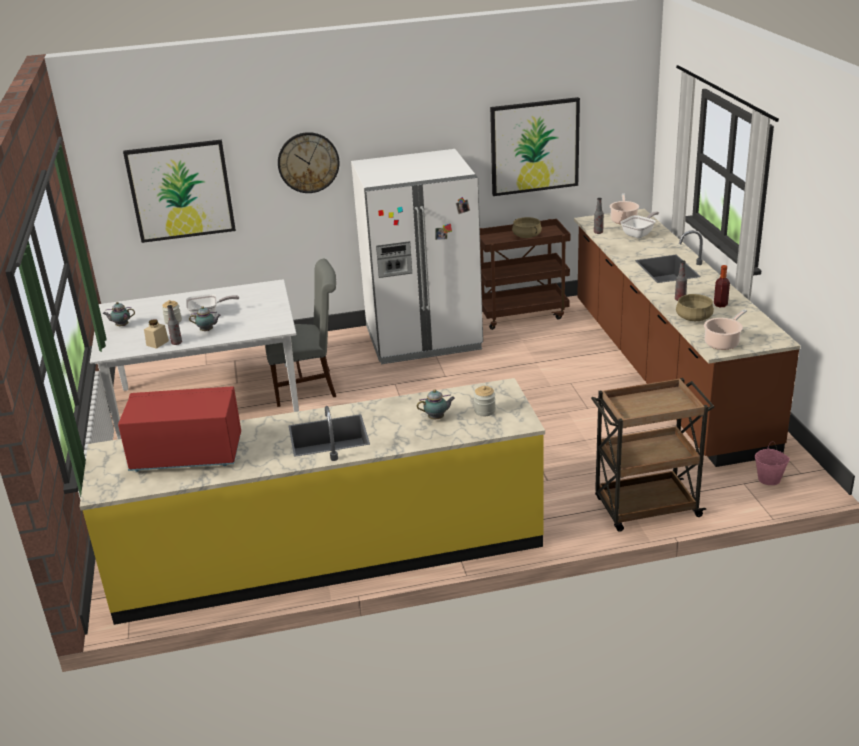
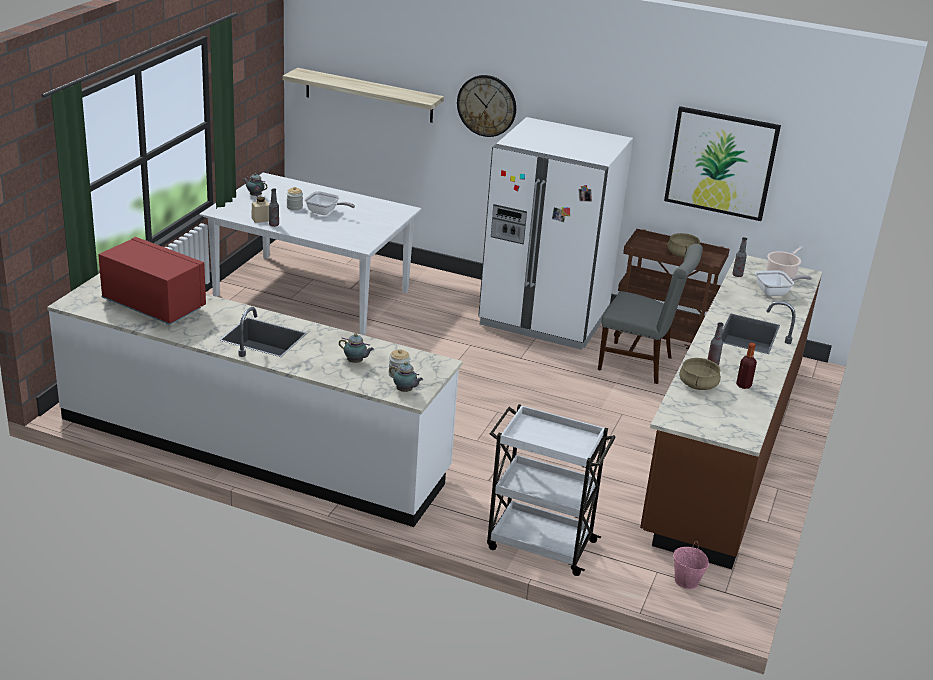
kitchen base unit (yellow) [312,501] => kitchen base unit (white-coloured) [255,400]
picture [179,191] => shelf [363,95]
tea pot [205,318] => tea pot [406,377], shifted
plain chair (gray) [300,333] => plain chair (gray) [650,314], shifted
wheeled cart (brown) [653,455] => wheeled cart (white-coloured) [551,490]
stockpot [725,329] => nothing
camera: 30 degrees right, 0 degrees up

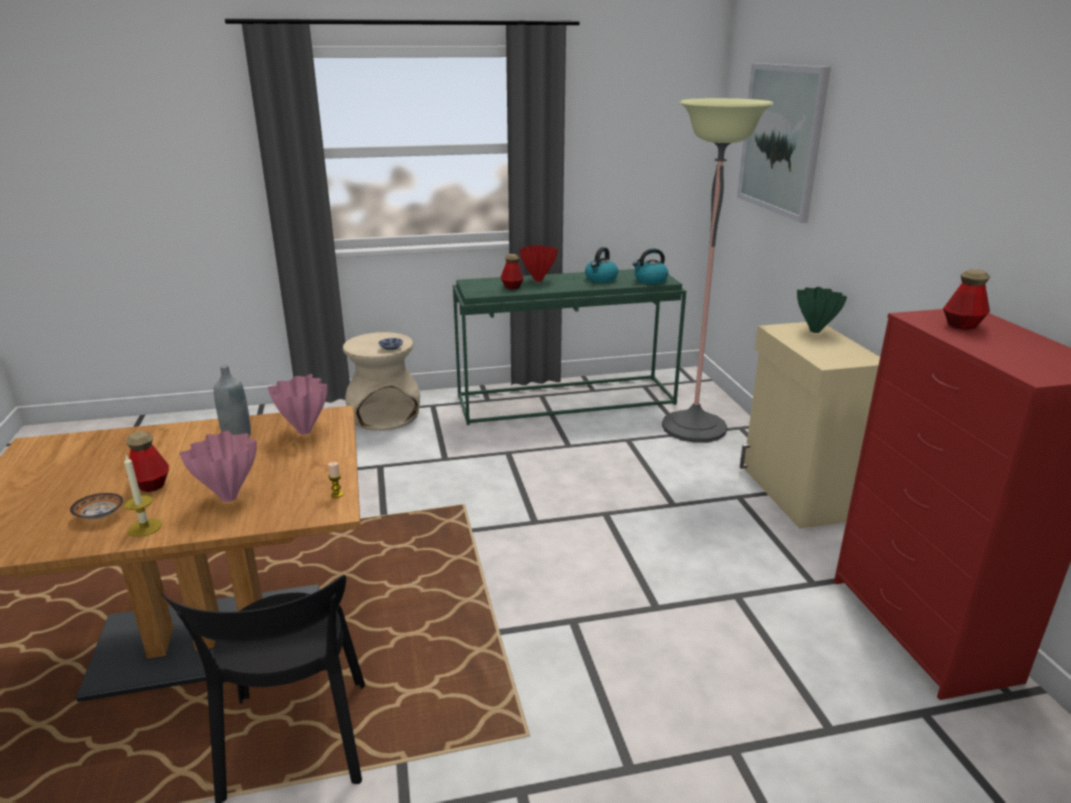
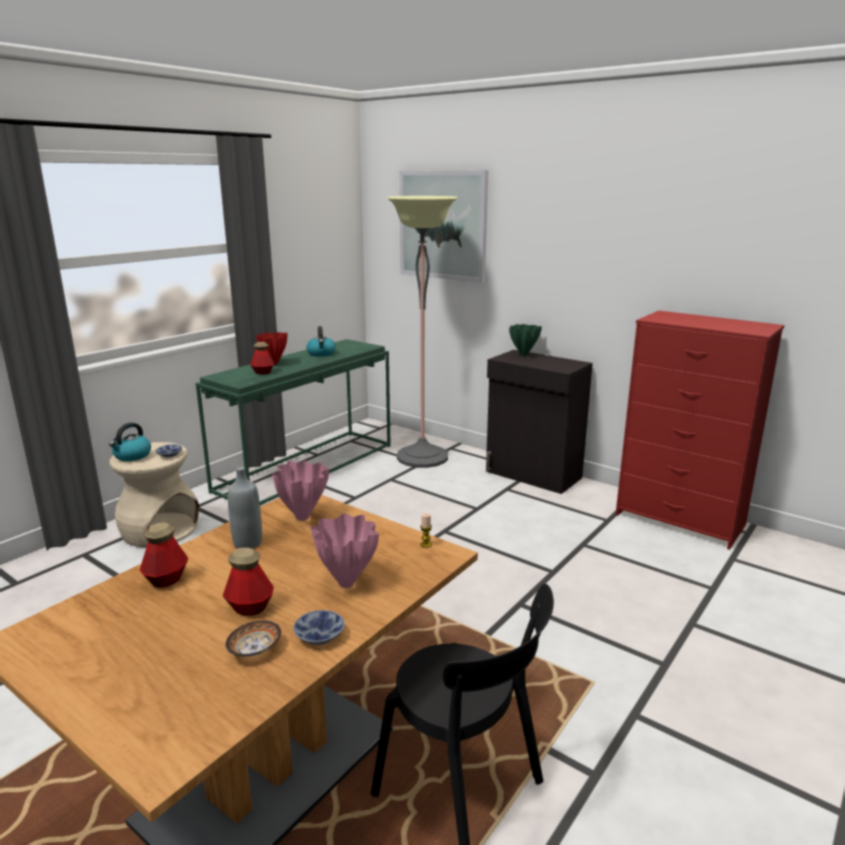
wax candle [142,496] => serving bowl [319,627]
tea kettle [650,266] => tea kettle [130,442], shifted
cupboard (beige-coloured) [810,425] => cupboard (blackish) [539,422]
bottle [966,299] => bottle [163,555], shifted
camera: 40 degrees left, 5 degrees down

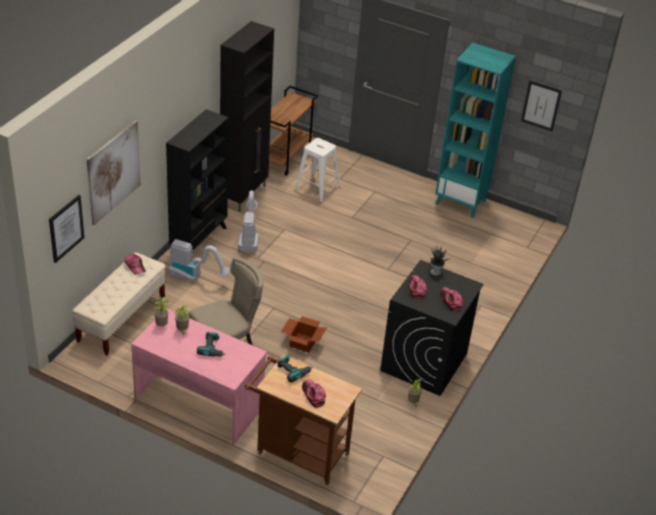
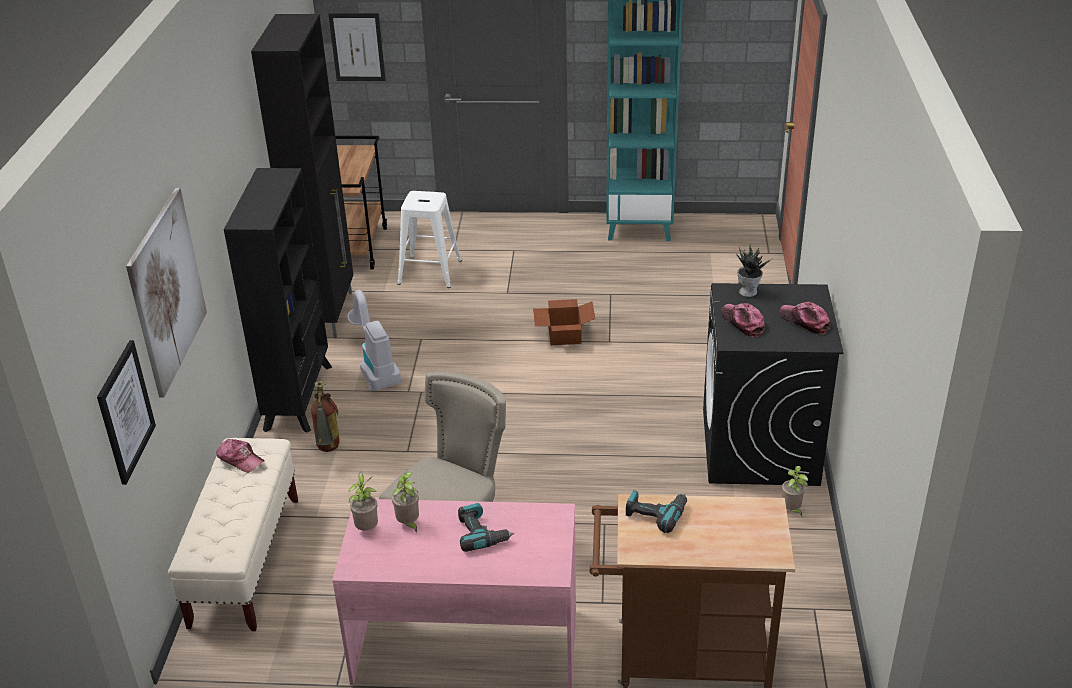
hoover [199,260] => fire extinguisher [325,416]
carton [304,334] => carton [564,322], shifted
baseball cap [314,393] => nothing
picture [541,105] => picture [357,47], shifted
camera: 20 degrees left, 5 degrees down

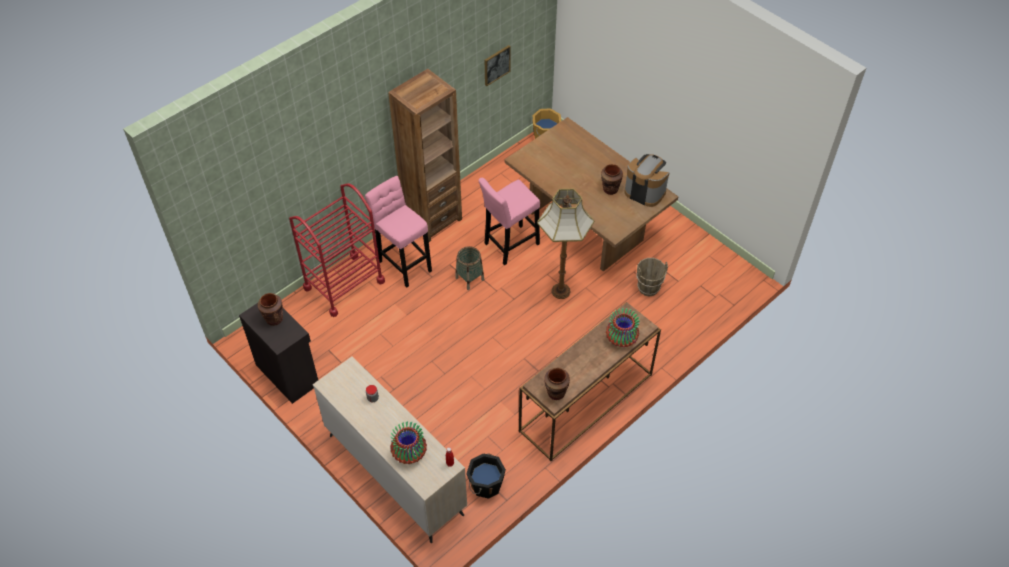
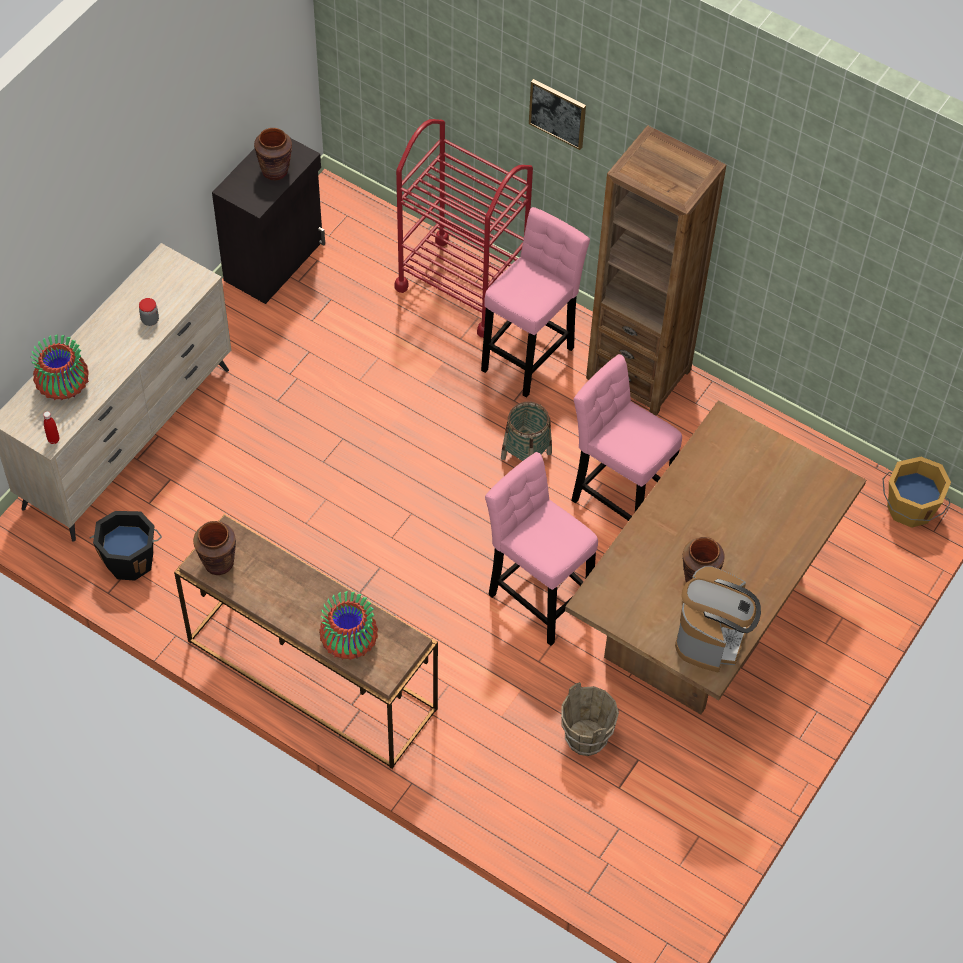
picture [498,65] => picture [557,114], shifted
floor lamp [565,244] => stool seat (pinkish) [541,549]
camera: 75 degrees right, 5 degrees up

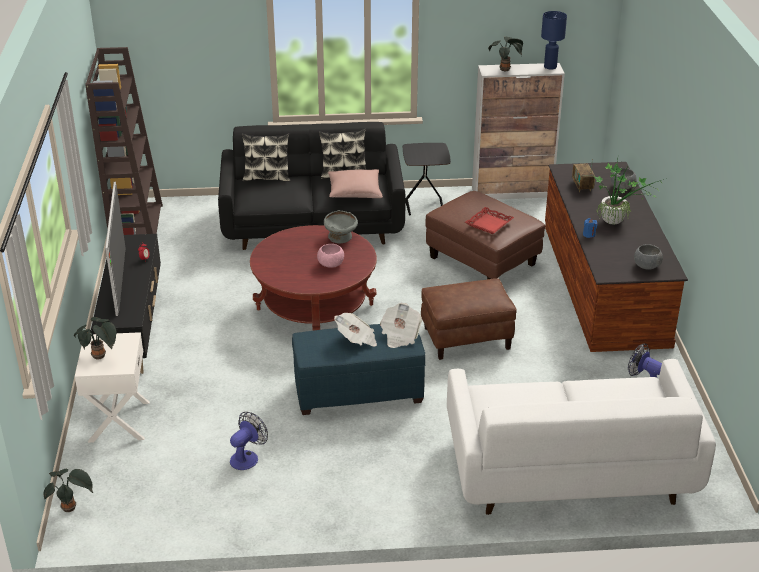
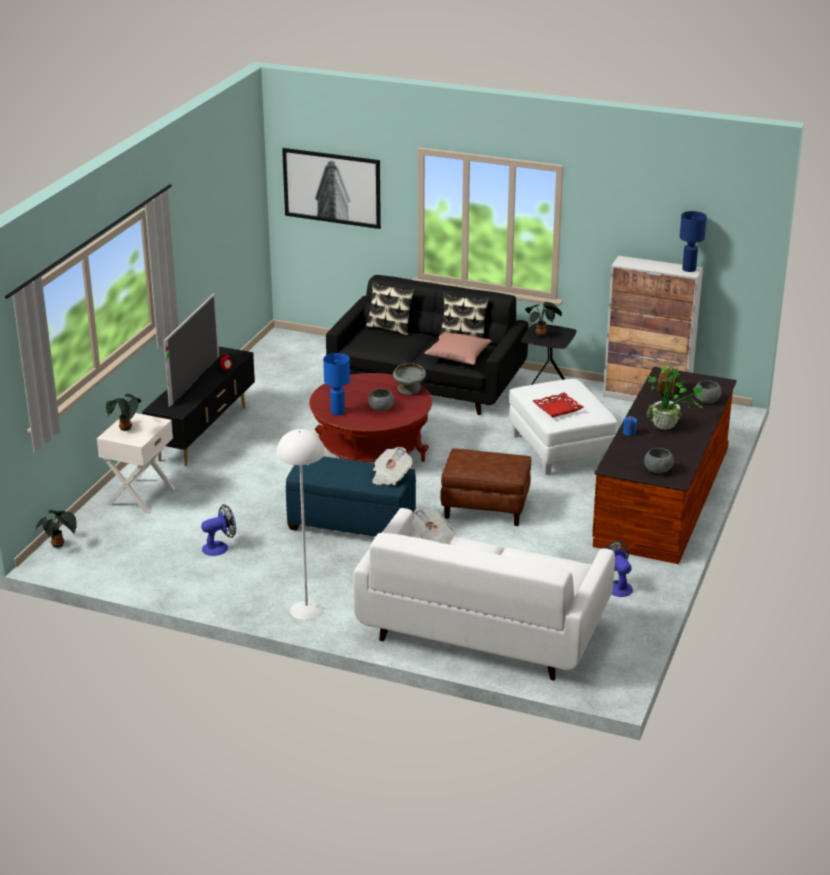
shelving unit (brown) [124,141] => nothing
serving bowl (pinkish) [330,256] => serving bowl (gray) [381,400]
newspaper [355,329] => newspaper [433,526], shifted
ottoman (brown) [485,235] => ottoman (white-coloured) [563,427]
houseplant [505,54] => houseplant [543,319], shifted
nothing => floor lamp (white-coloured) [300,524]
nothing => picture [331,188]
nothing => tabletop lamp (bluish) [336,384]
camera: 25 degrees right, 5 degrees down

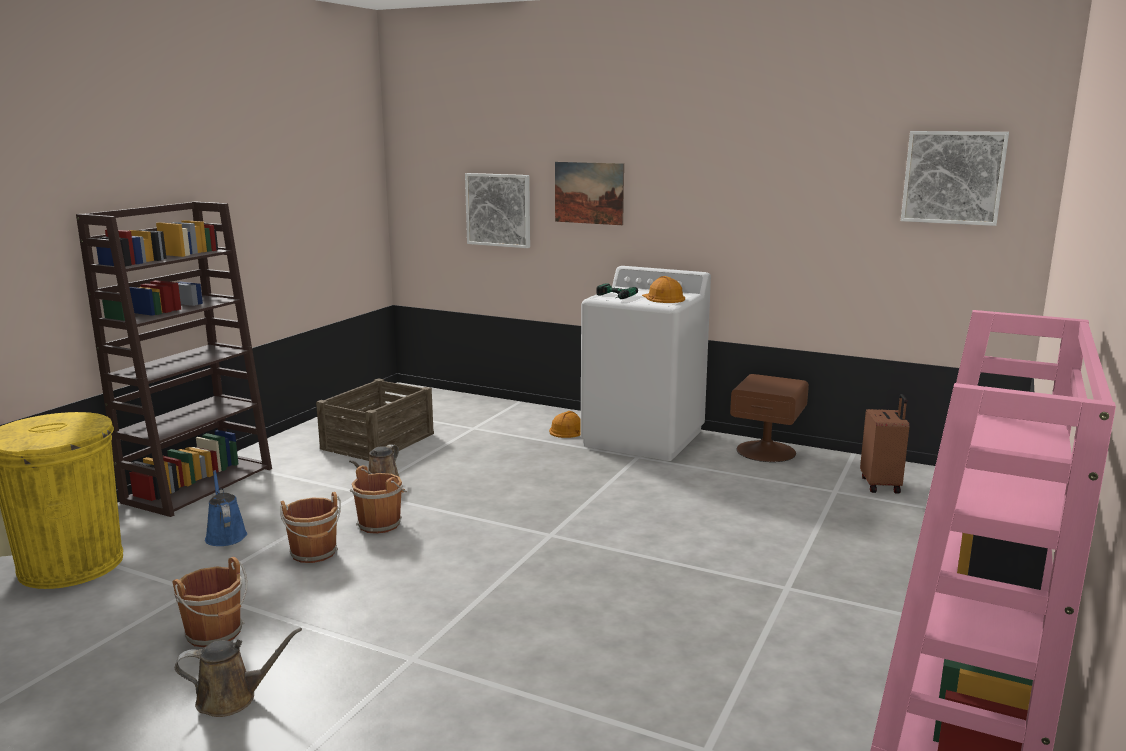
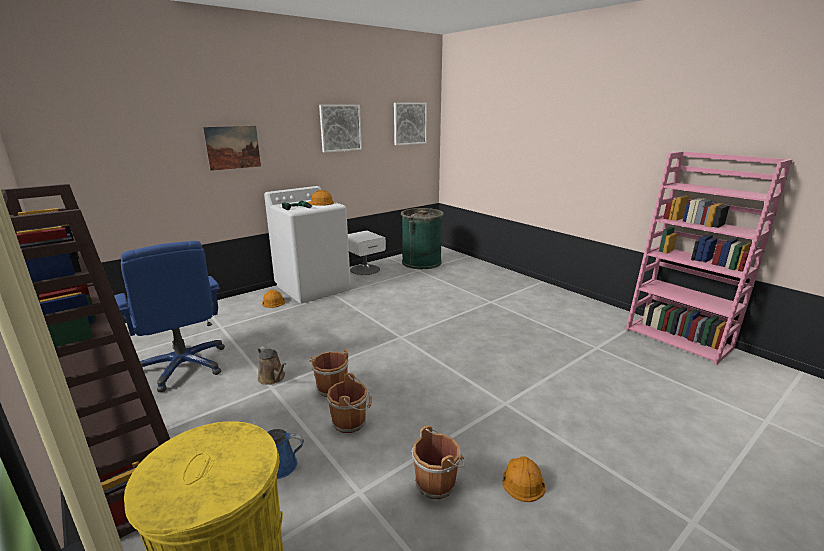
watering can (brown) [238,672] => safety helmet (orange) [523,479]
crate [375,419] => desk chair (bluish) [169,316]
picture [497,210] => picture [340,129], shifted
nightstand (brown) [769,418] => nightstand (white-coloured) [367,253]
piece of luggage (brown) [884,444] => rubbish bin (green-coloured) [422,238]
camera: 65 degrees left, 5 degrees up

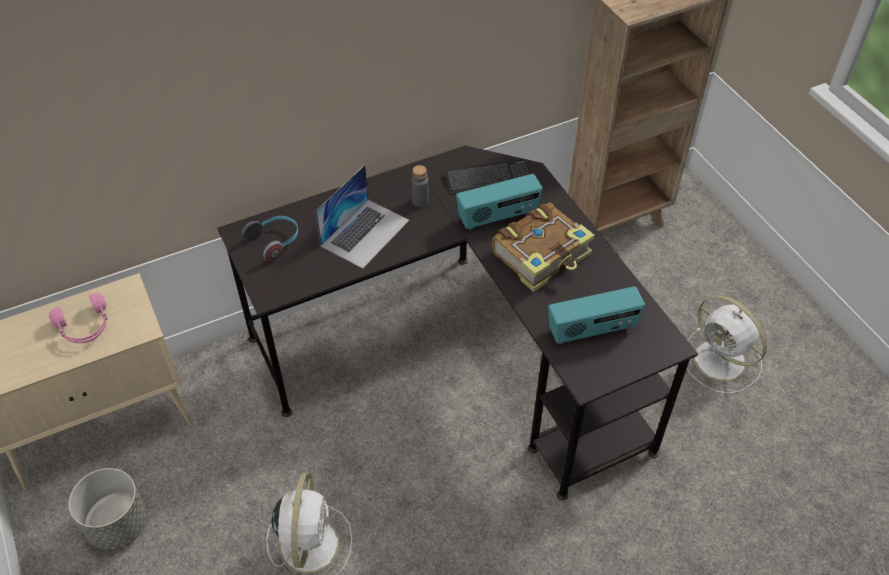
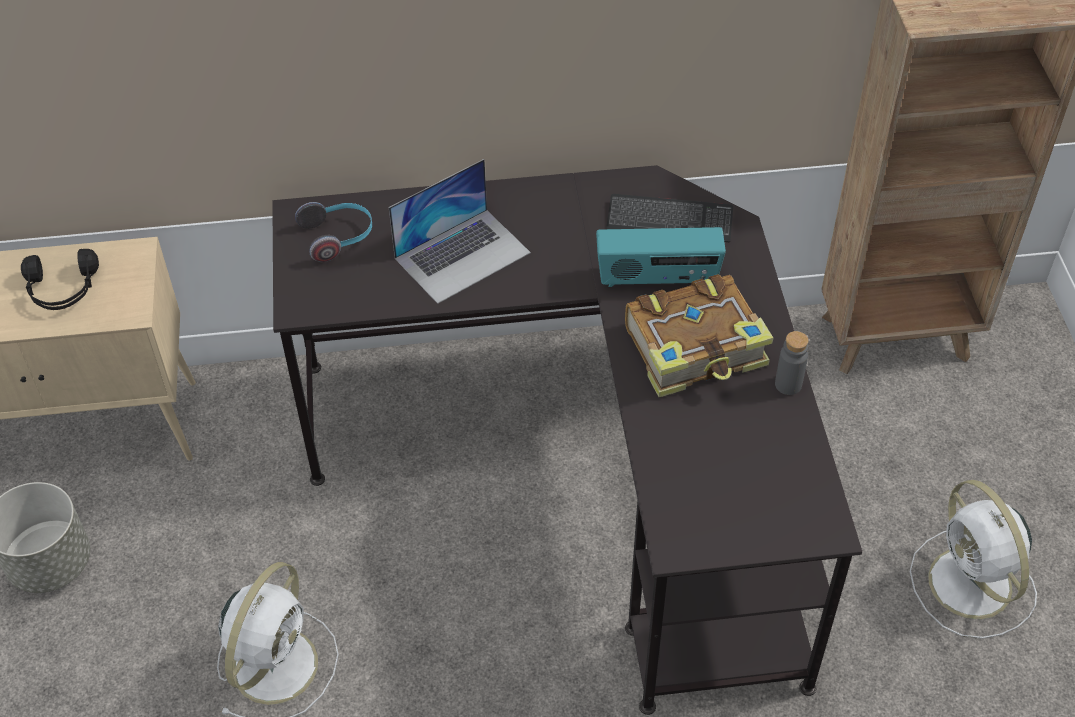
headphones (pinkish) [78,318] => headphones (blackish) [60,279]
bottle (gray) [420,186] => bottle (gray) [792,363], shifted
radio [596,315] => nothing
camera: 20 degrees right, 0 degrees up

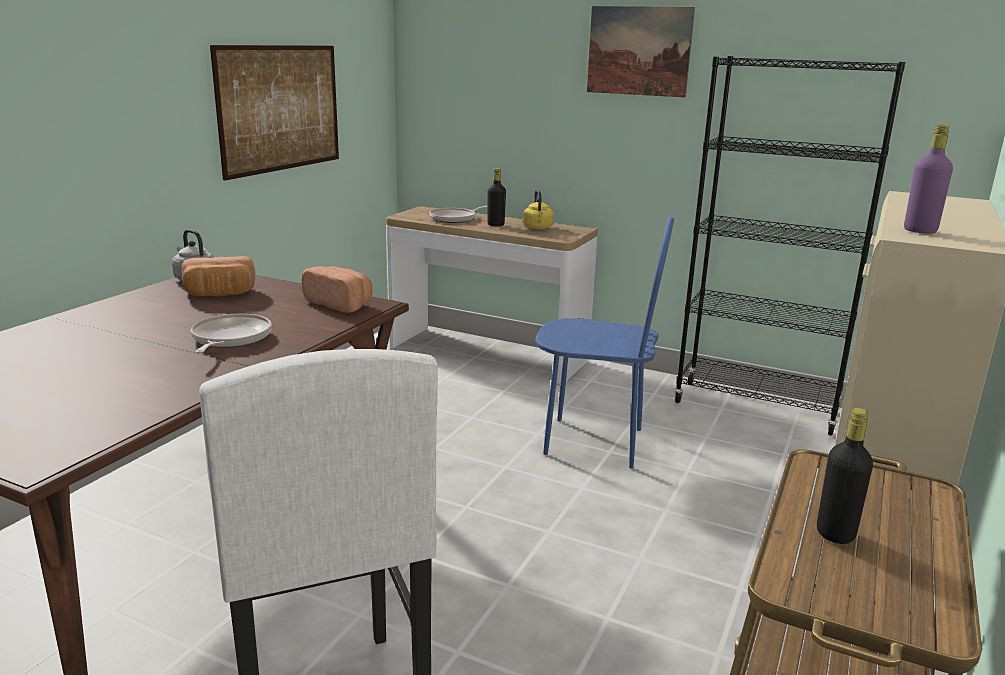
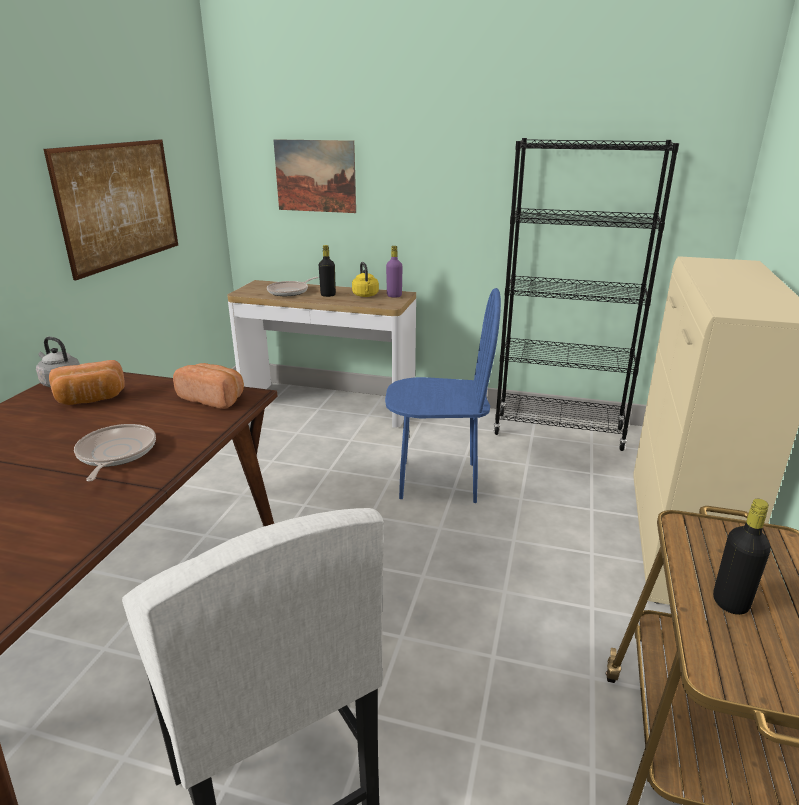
picture [641,51] => picture [315,176], shifted
bottle (purple) [928,179] => bottle (purple) [394,272], shifted
camera: 10 degrees left, 5 degrees up

